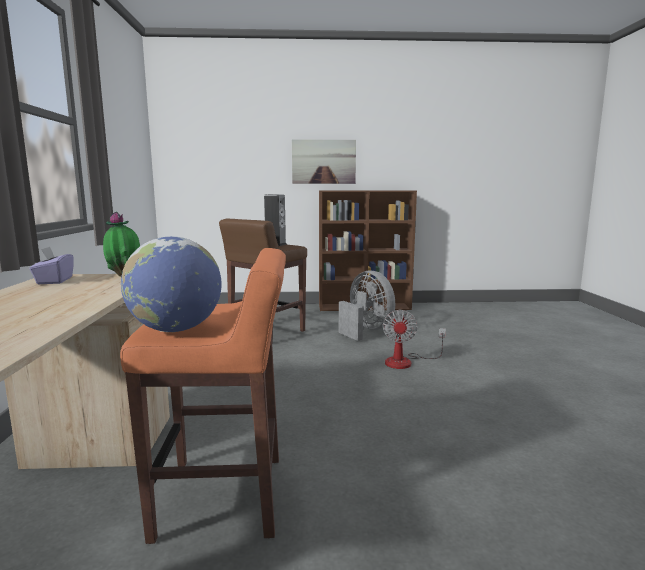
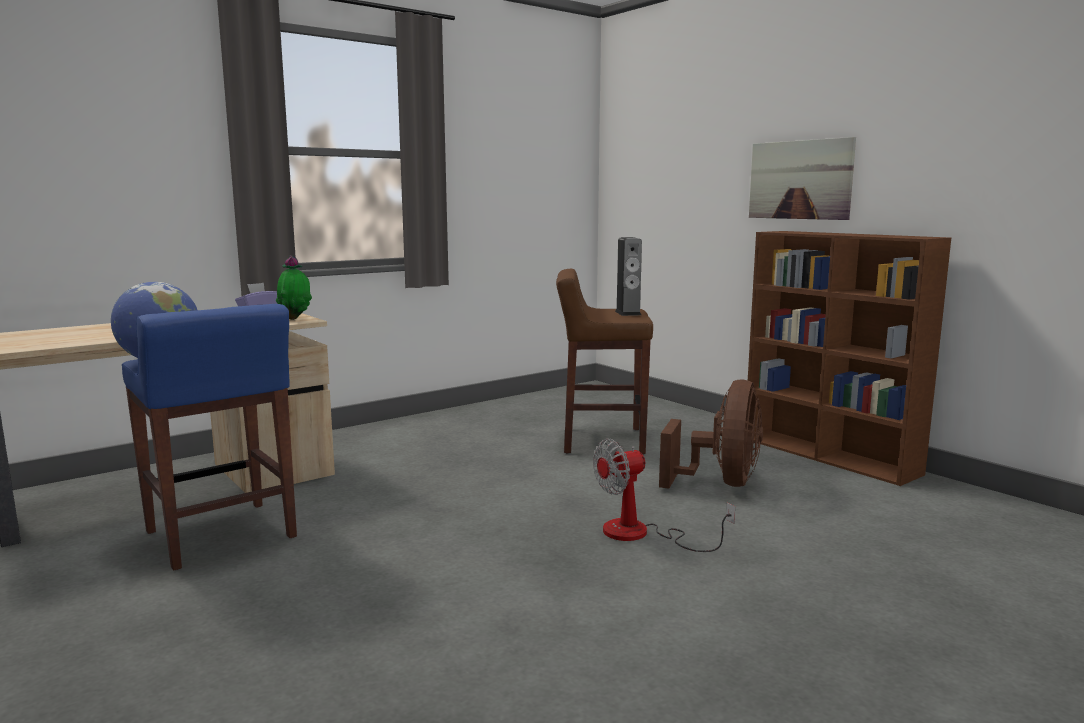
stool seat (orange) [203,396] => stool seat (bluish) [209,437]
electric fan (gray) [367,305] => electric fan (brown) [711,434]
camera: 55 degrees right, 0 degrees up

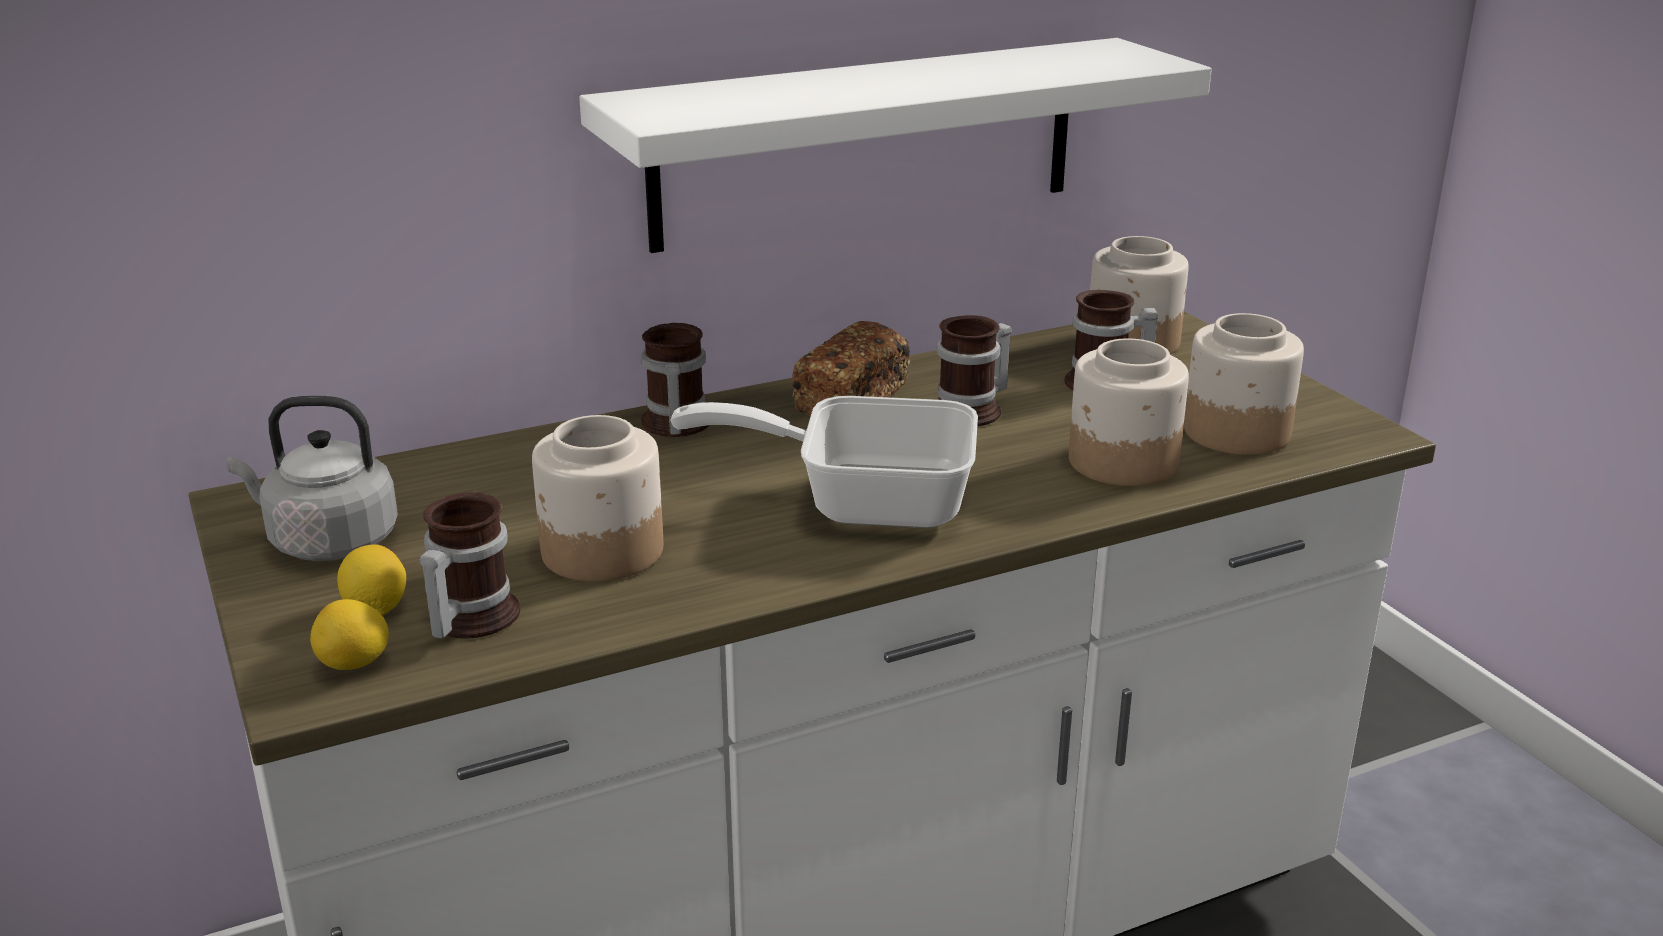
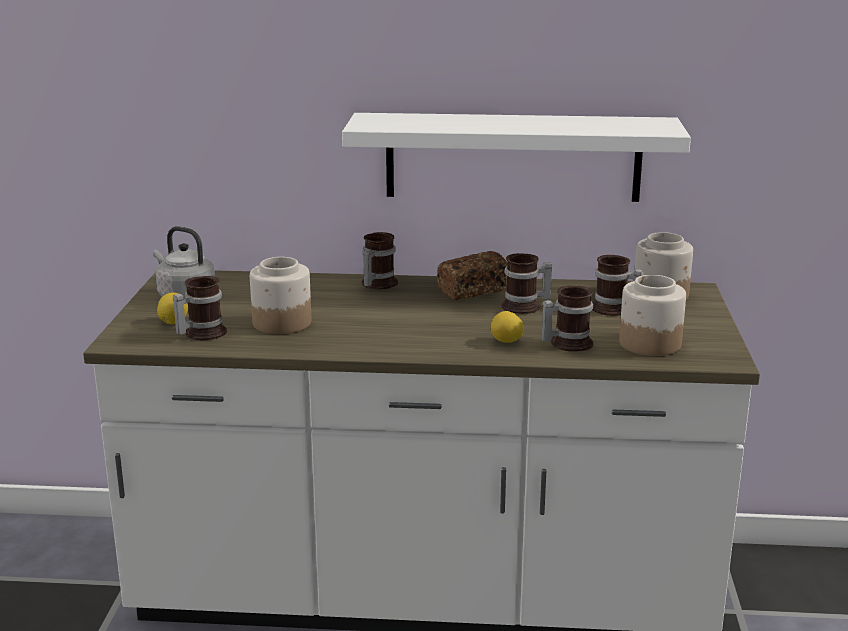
whole lemon [349,634] => whole lemon [507,327], shifted
pan [824,462] => nothing
preserve jar [1129,412] => tea mug [567,319]
camera: 30 degrees right, 5 degrees down

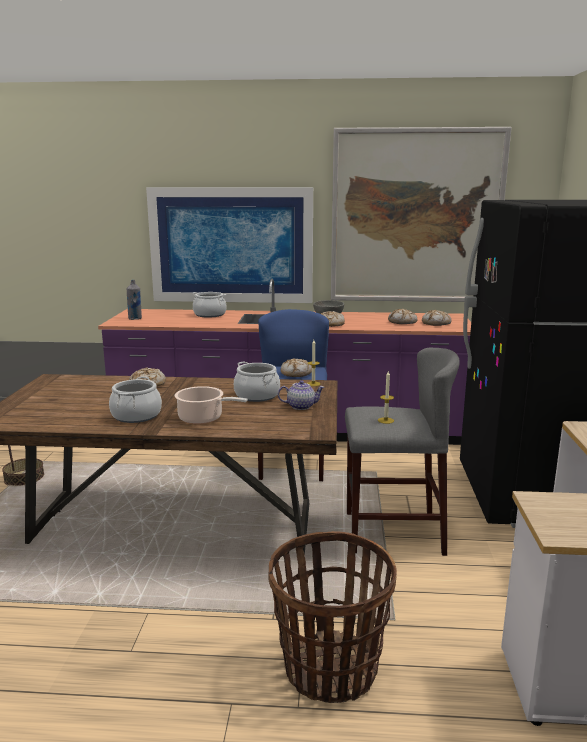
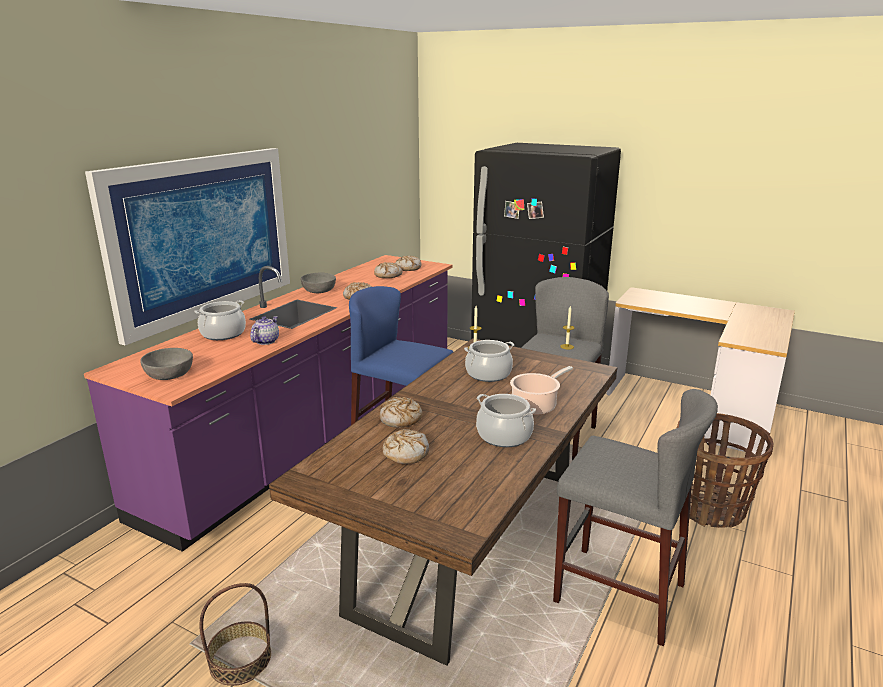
bottle (gray) [134,300] => serving bowl (gray) [166,364]
tea pot [301,395] => tea pot [264,330], shifted
baked bread [296,367] => baked bread [406,446], shifted
picture [421,214] => nothing
nothing => stool seat (gray) [635,517]
camera: 65 degrees left, 5 degrees up

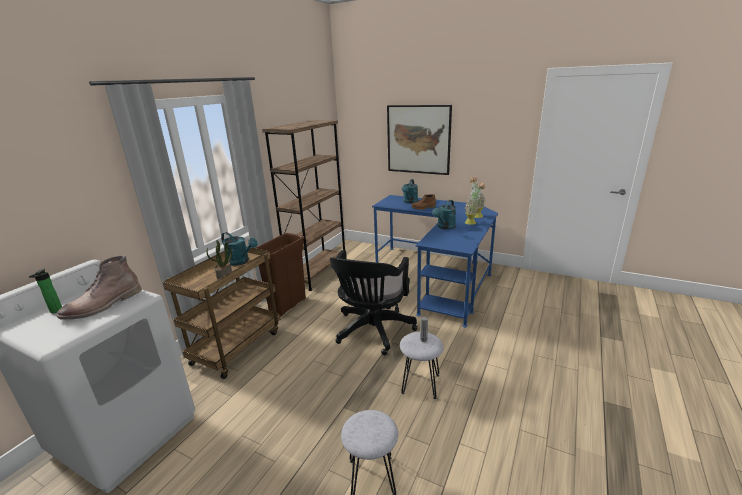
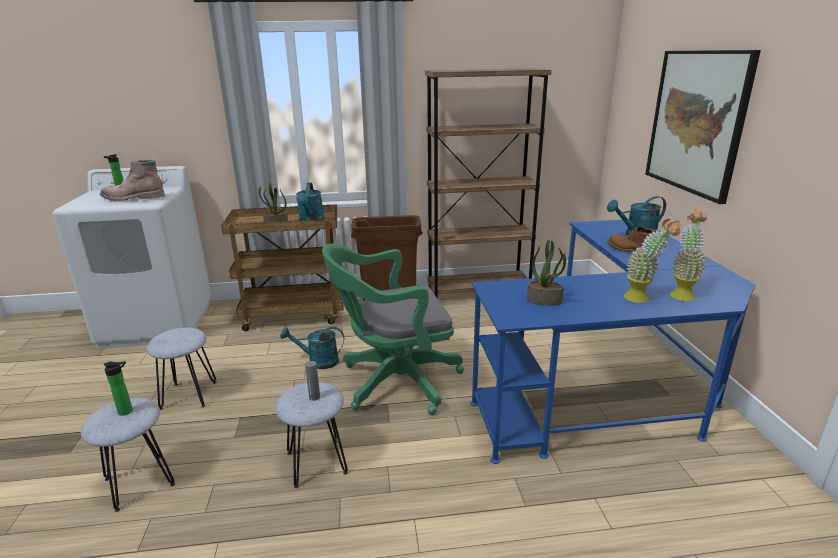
desk chair (blackish) [373,302] => desk chair (green-coloured) [393,329]
watering can (blue-green) [444,215] => watering can (blue-green) [312,348], shifted
nothing => bottle [118,388]
nothing => stool seat (gray) [181,368]
nothing => houseplant [546,273]
camera: 55 degrees right, 0 degrees up

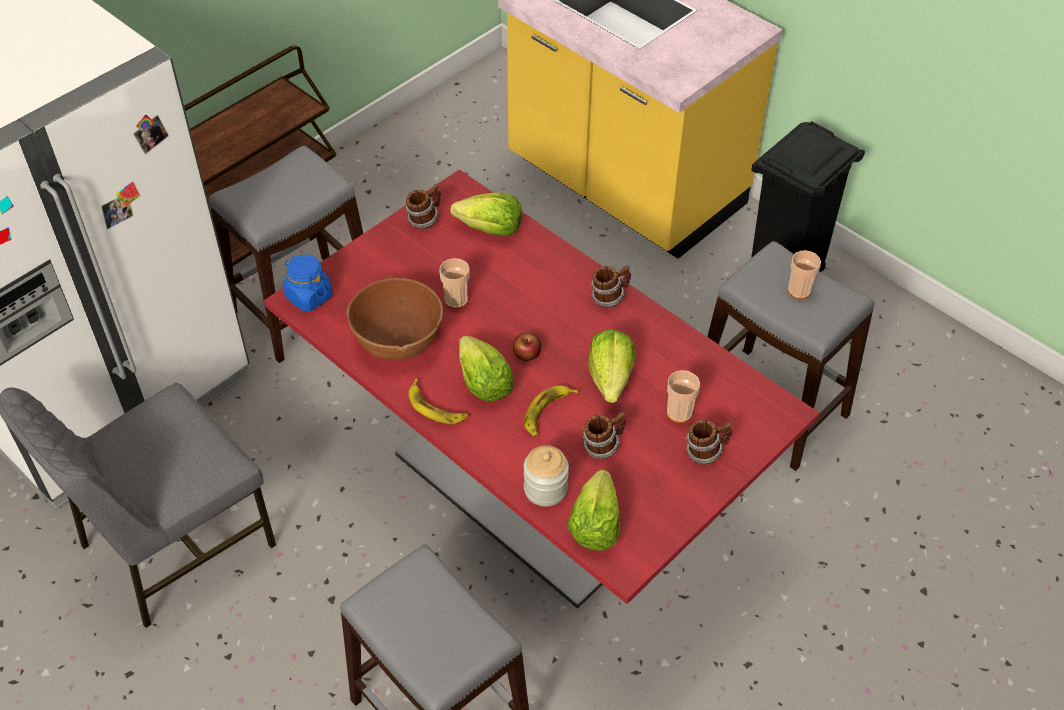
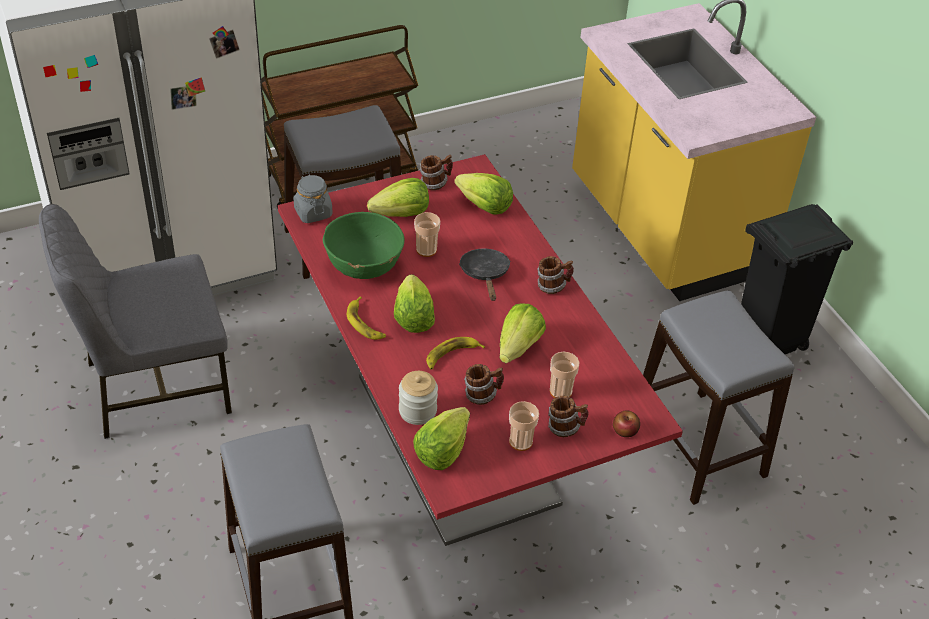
preserve jar (bluish) [307,283] => preserve jar (gray) [313,198]
serving bowl (brown) [394,319] => serving bowl (green-coloured) [364,245]
whole apple [527,347] => whole apple [626,424], shifted
small cup [804,274] => small cup [524,426], shifted
nothing => lettuce [398,197]
nothing => pan (blackish) [485,275]
camera: 20 degrees right, 5 degrees down

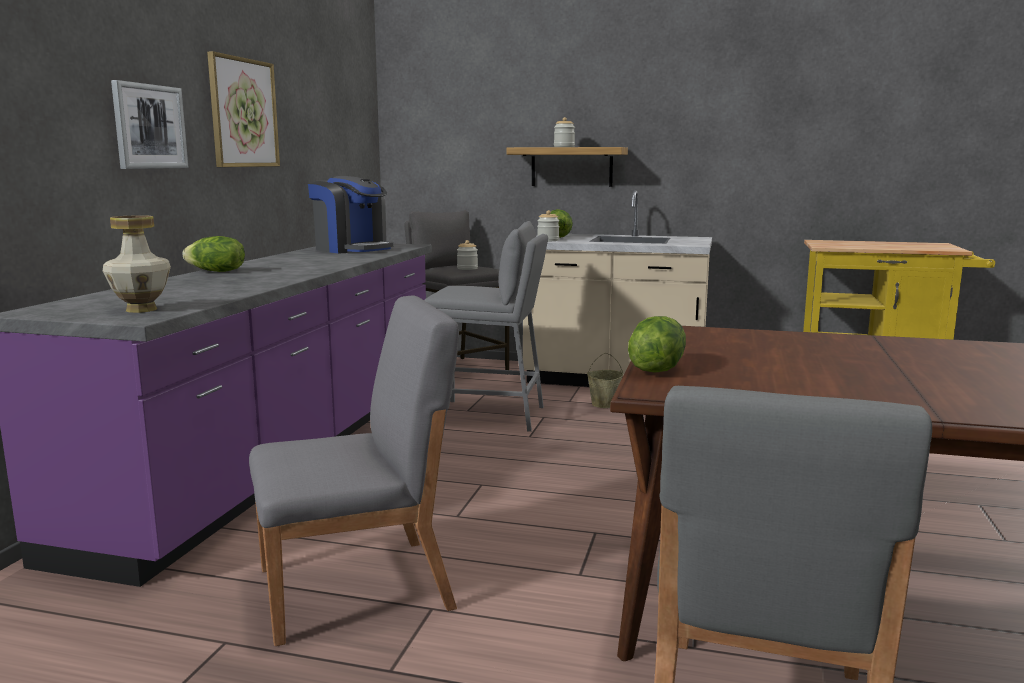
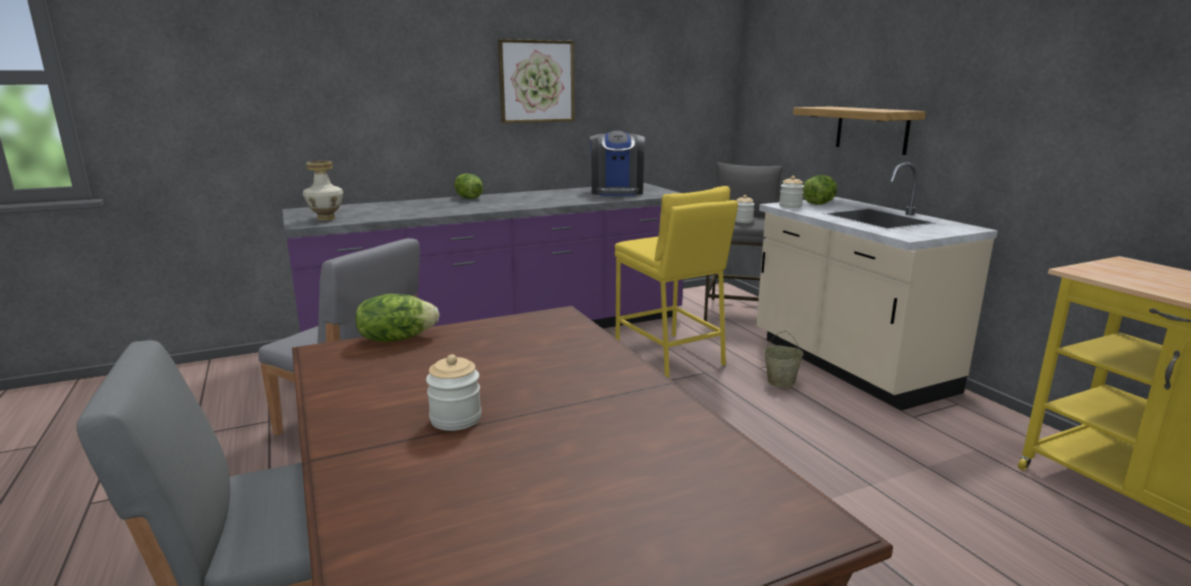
picture [149,124] => nothing
stool seat (gray) [486,326] => stool seat (yellow) [676,282]
preserve jar [564,132] => preserve jar [454,392], shifted
camera: 50 degrees right, 5 degrees up

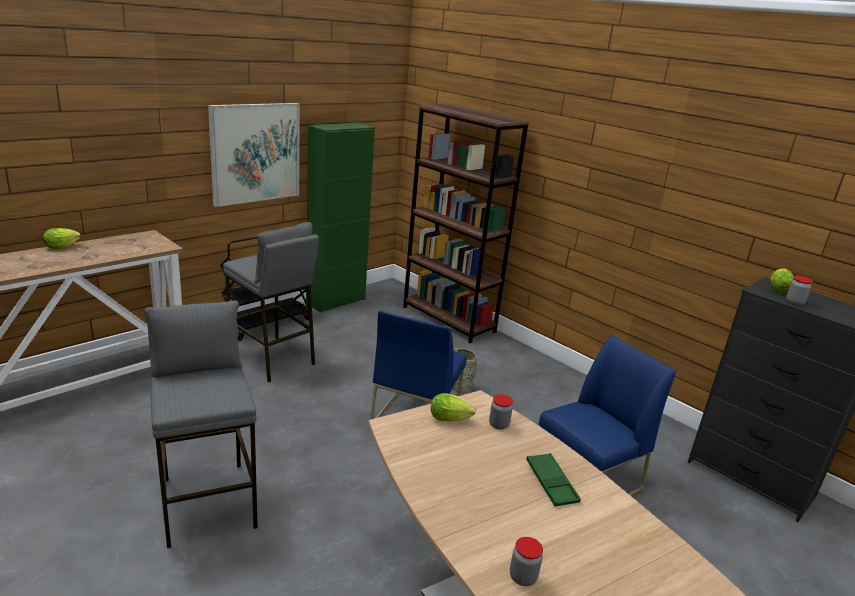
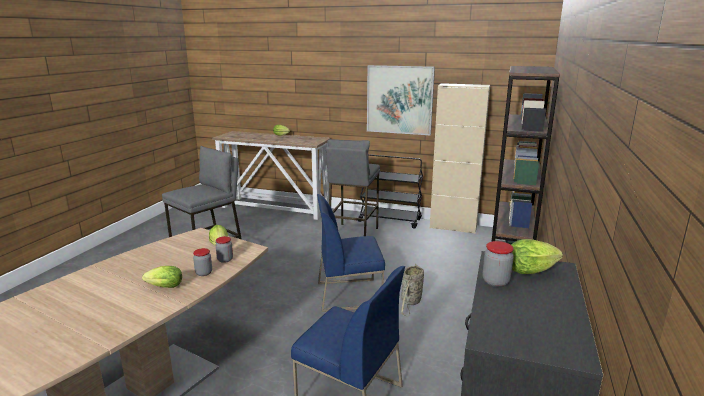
cupboard (green-coloured) [340,217] => cupboard (beige-coloured) [460,158]
preserve jar [526,561] => preserve jar [202,262], shifted
tray (green-coloured) [553,480] => lettuce [162,277]
camera: 65 degrees right, 5 degrees down

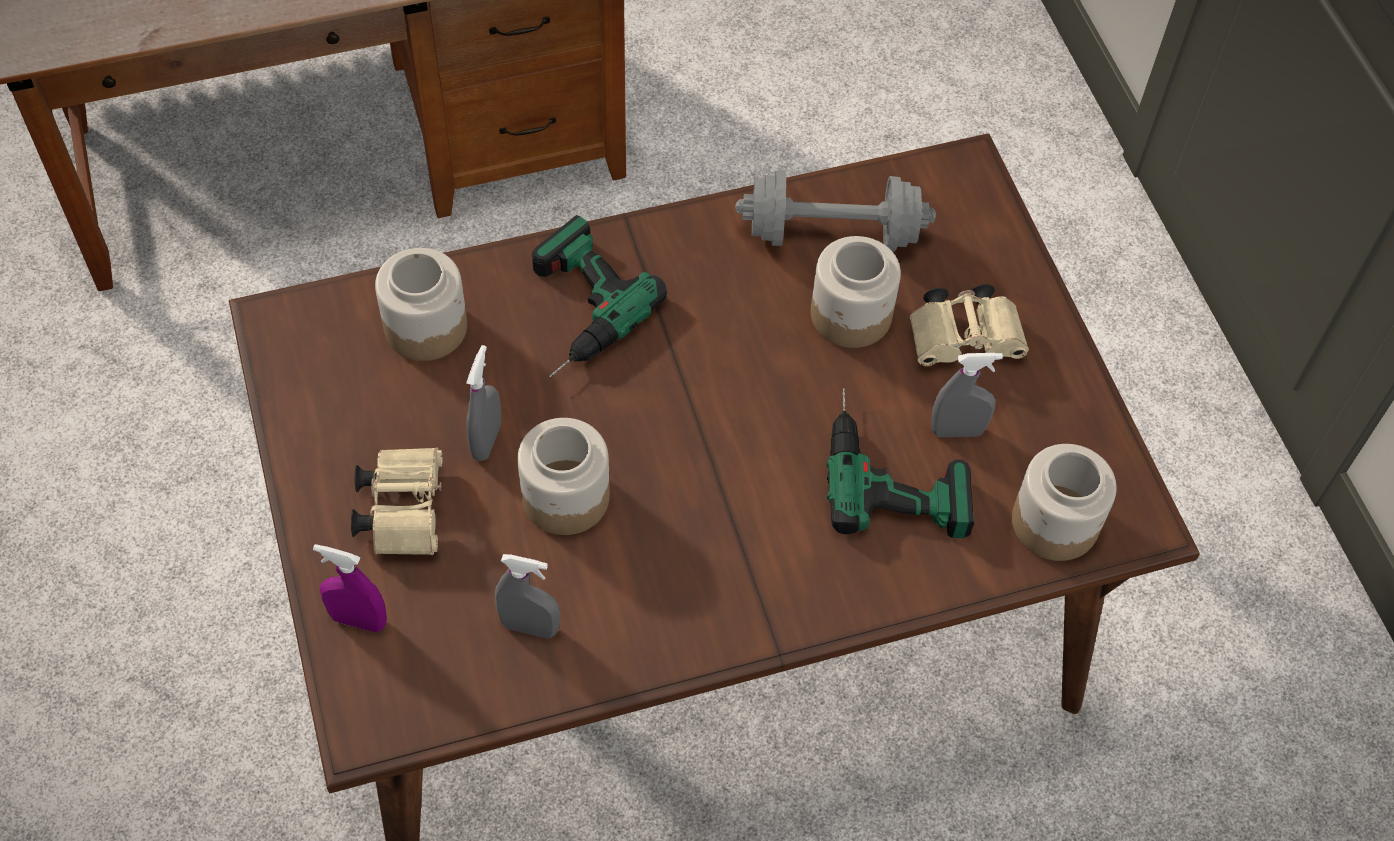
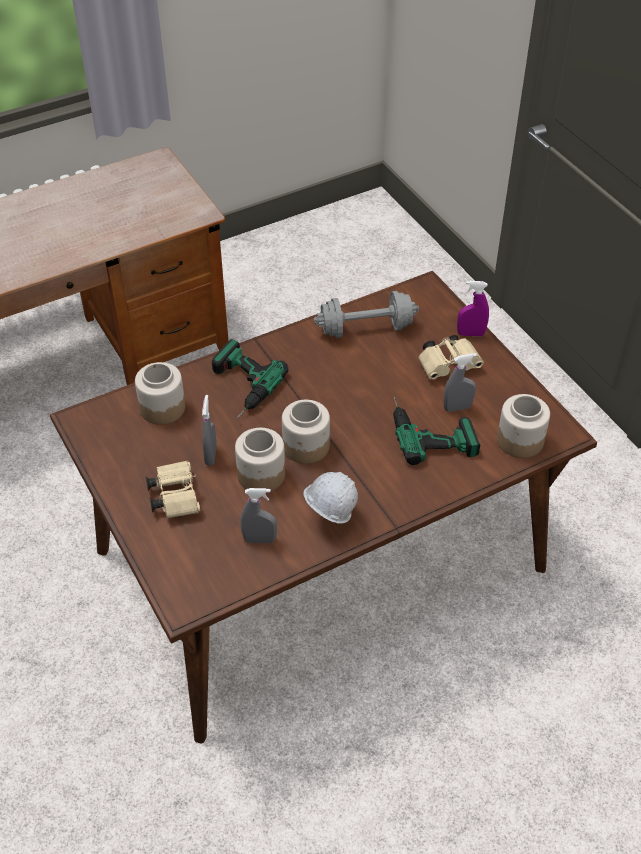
spray bottle (purple) [350,588] => spray bottle (purple) [473,308], shifted
preserve jar [856,292] => preserve jar [306,432], shifted
nothing => safety helmet (white-coloured) [331,498]
camera: 10 degrees left, 10 degrees down

